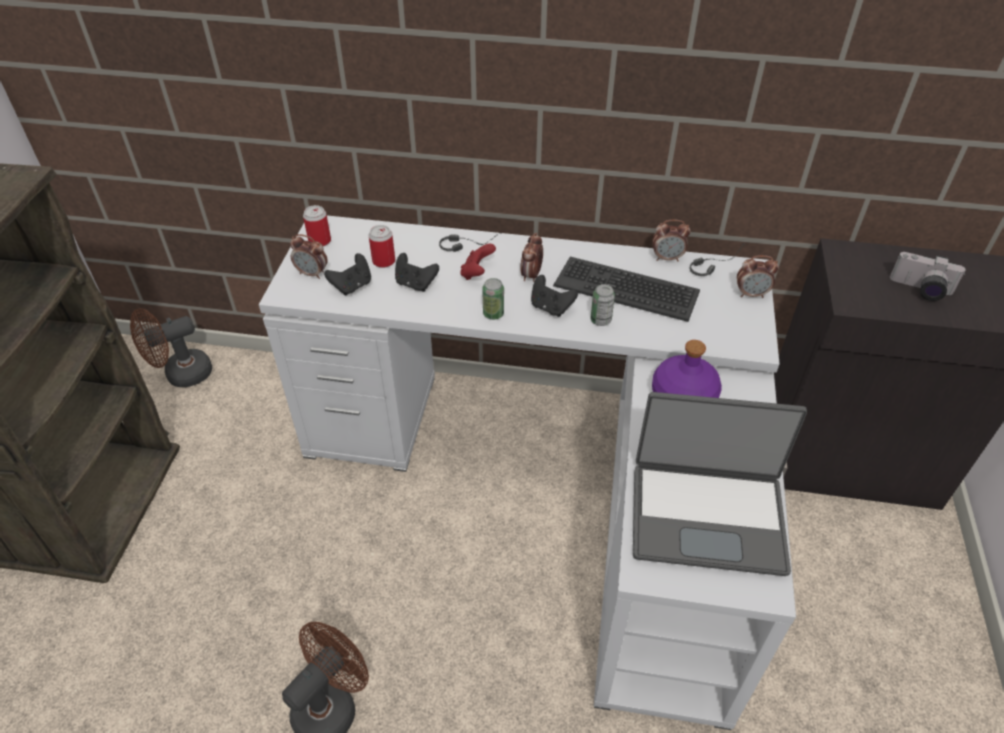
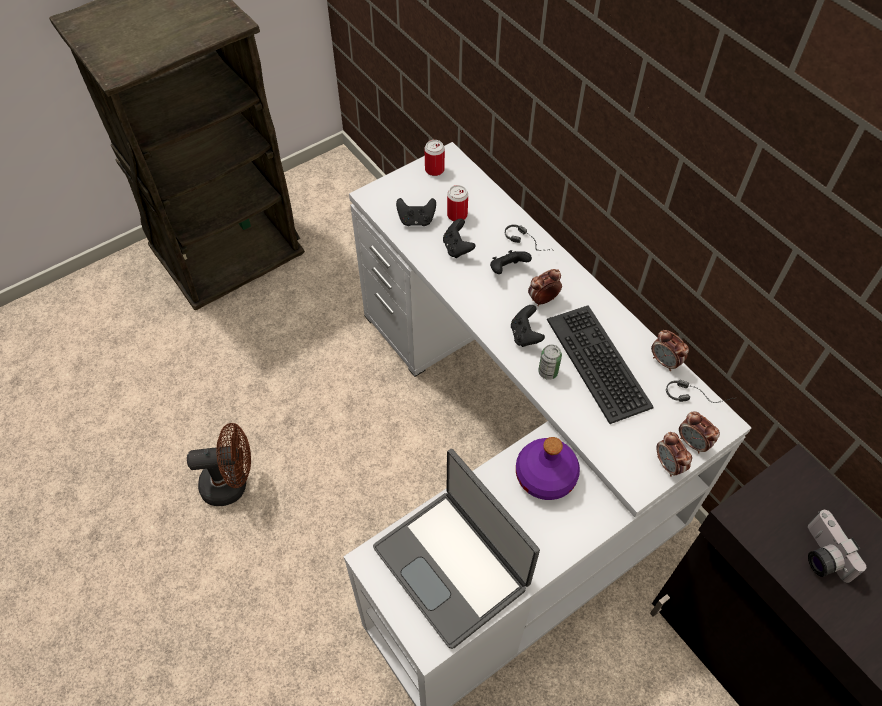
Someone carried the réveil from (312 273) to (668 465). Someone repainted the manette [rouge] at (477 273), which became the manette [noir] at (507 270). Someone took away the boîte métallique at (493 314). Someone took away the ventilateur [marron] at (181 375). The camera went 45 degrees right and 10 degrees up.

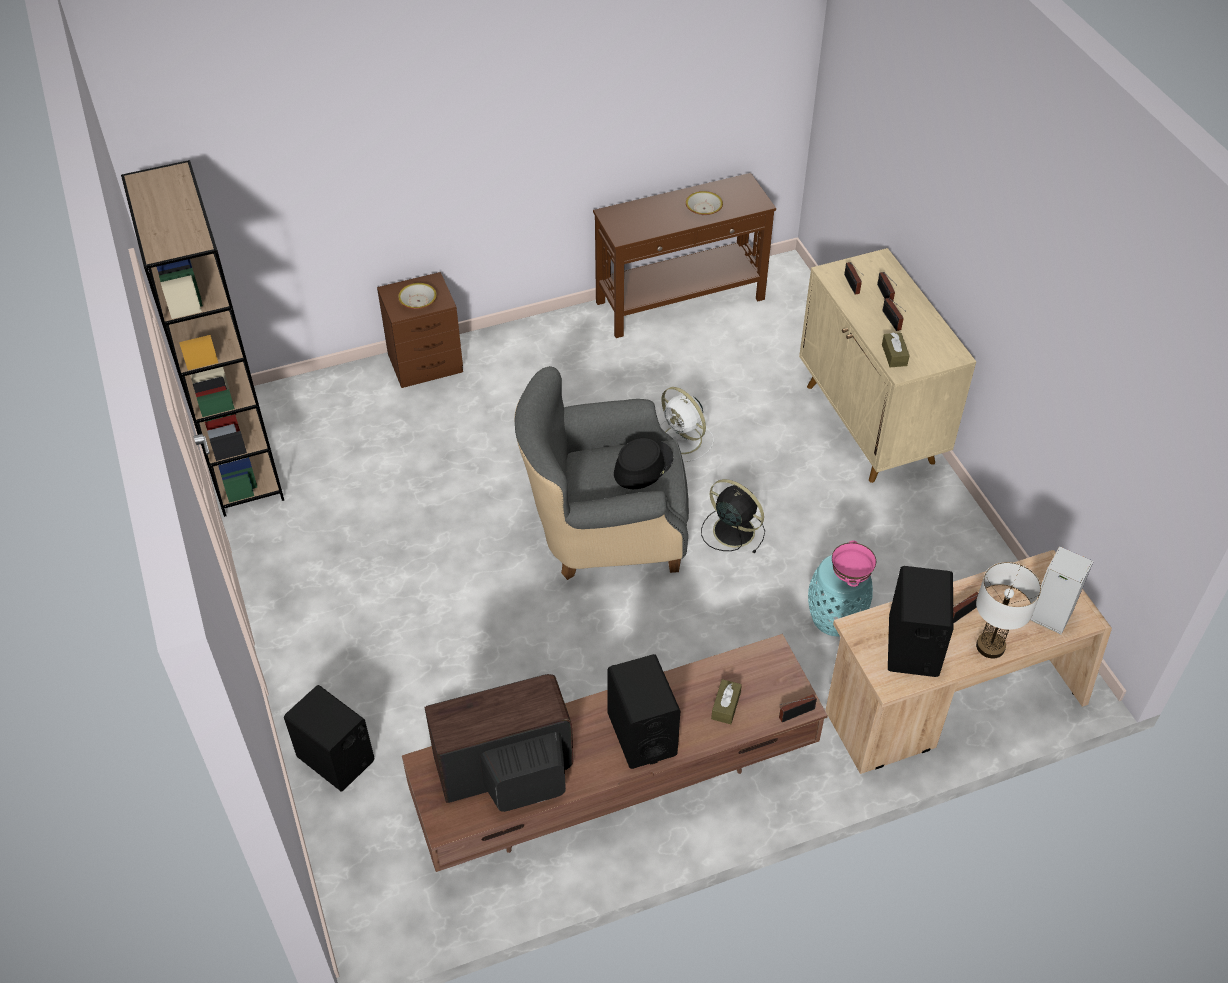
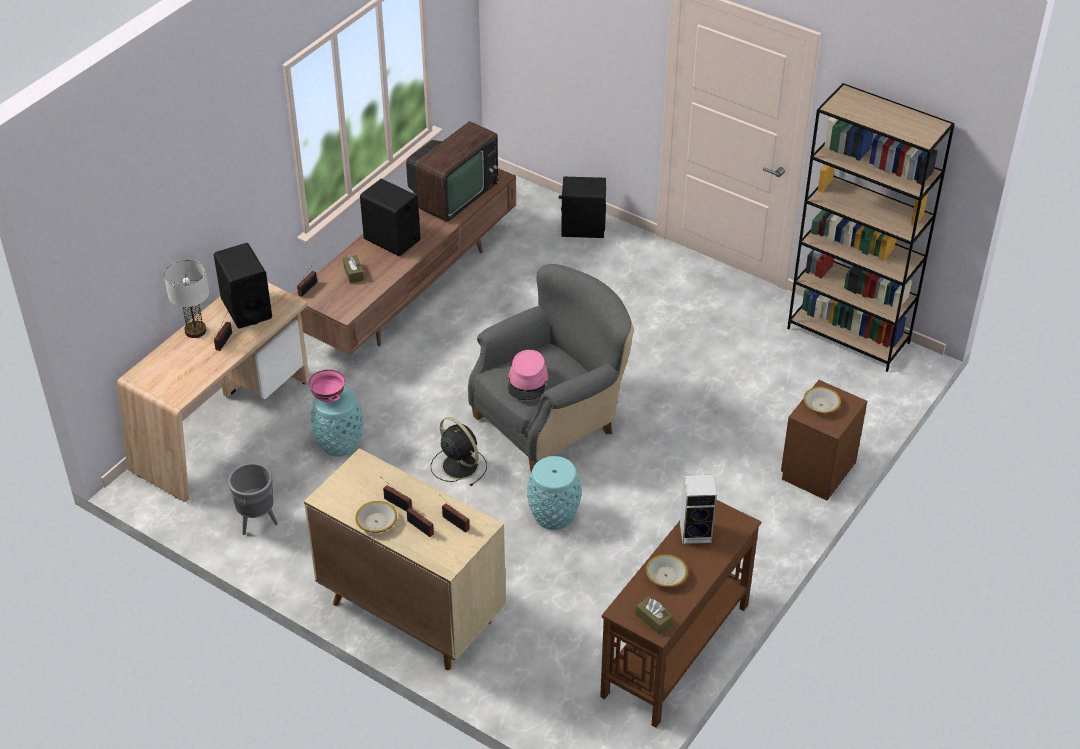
Someone carried the boîte à mouchoirs [marron] from (894 355) to (653 620). Someone swapped the ventilateur [blanc] at (683 440) for the tabouret [turquoise] at (553 515). Someone repainted the chapeau [noir] at (643 466), which became the chapeau [rose] at (528 381). Someone rotated the ventilateur [noir] at (732 530) by 135 degrees counterclockwise. Someone carried the enceinte from (1048 616) to (697 532). Someone put down the cache-pot [gris] at (257 523). Someone put down the bol at (376 522). The camera went 145 degrees right and 5 degrees down.

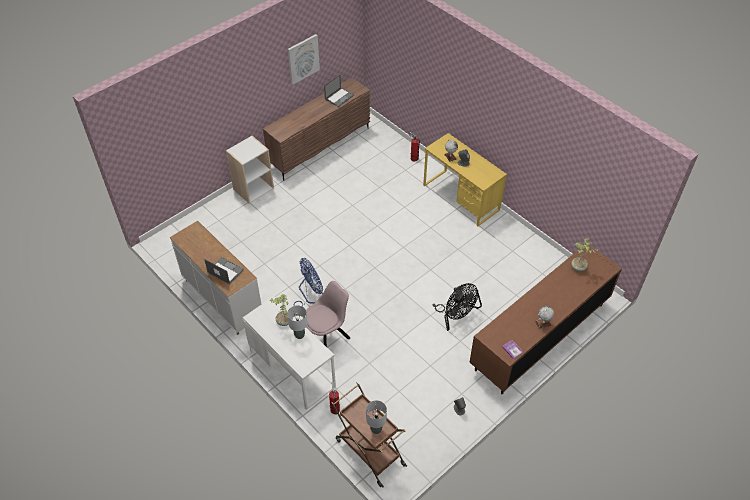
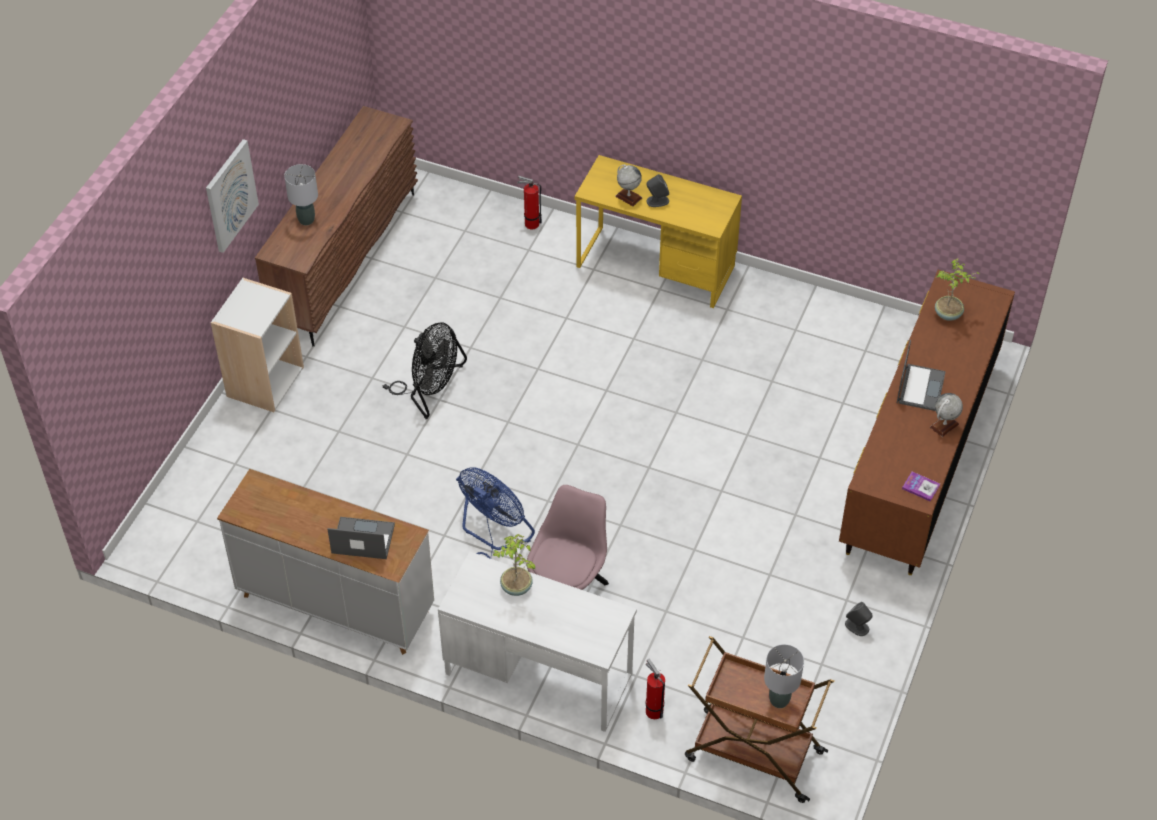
Someone carried the tableau from (303 59) to (230 195). Someone carried the ordinateur portable from (339 97) to (920 387). Someone carried the ventilateur [noir] from (455 314) to (429 389). Someone carried the lampe de table [gris] from (299 335) to (306 220). The camera went 25 degrees left and 0 degrees up.

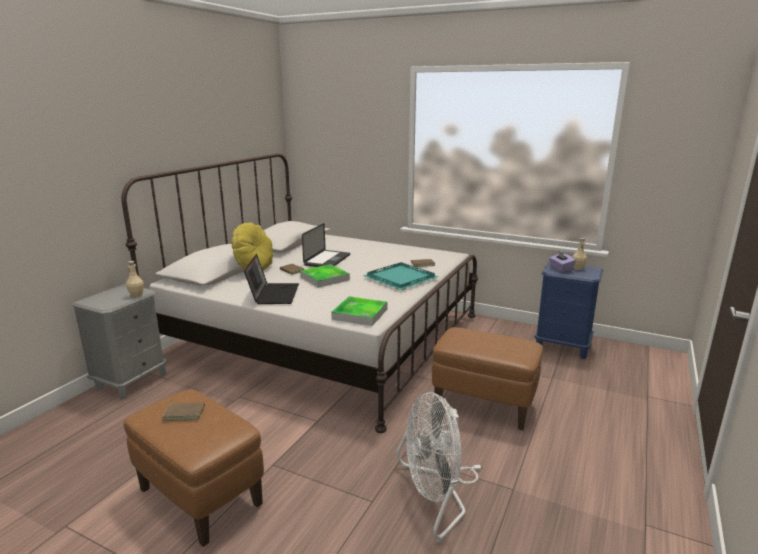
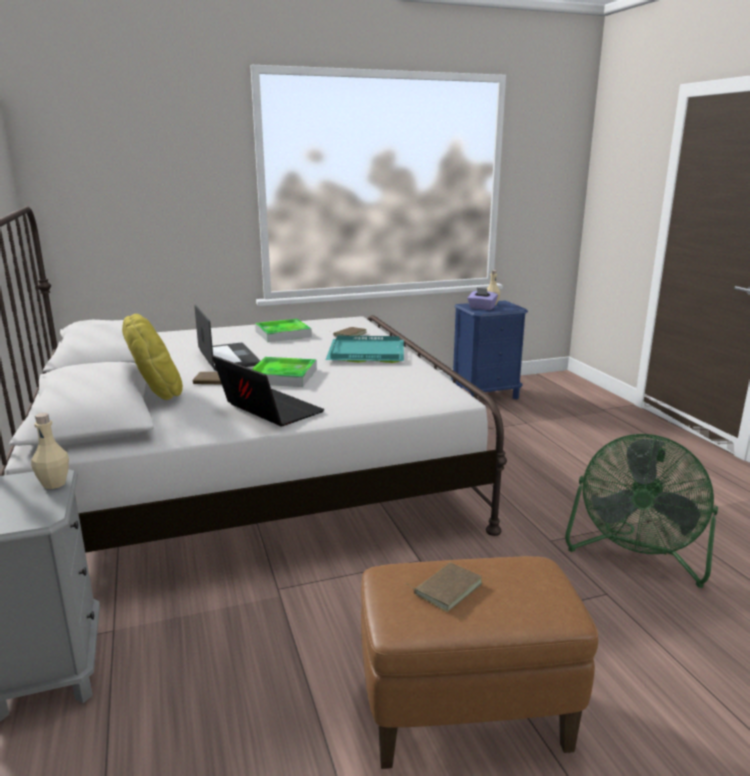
Someone carried the plateau from (360 314) to (283 334). Someone took away the pouf [marron] at (484 405). Someone repainted the ventilateur [blanc] at (438 494), which became the ventilateur [vert] at (632 553). The camera went 45 degrees left and 0 degrees up.

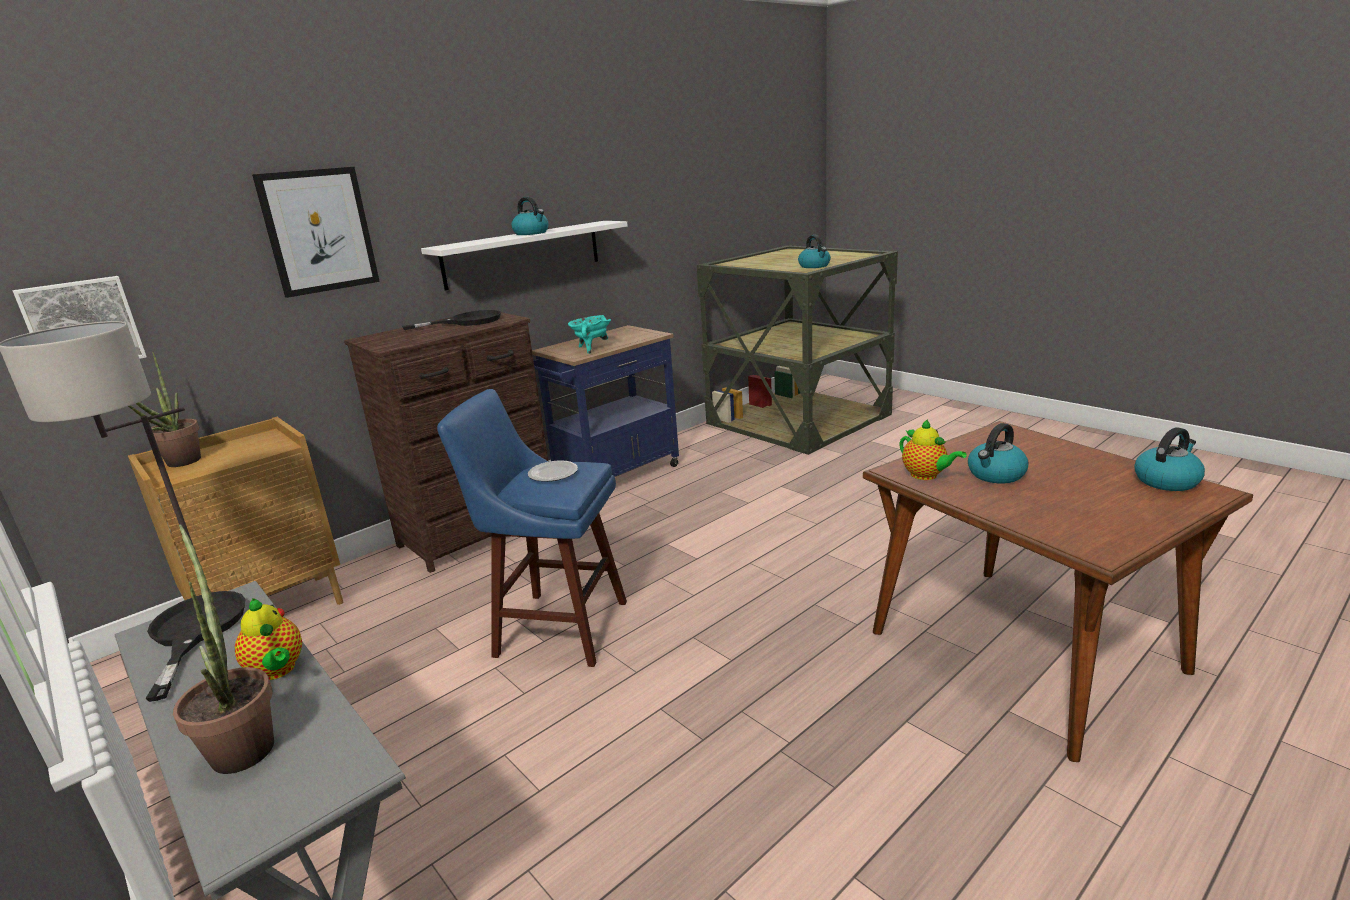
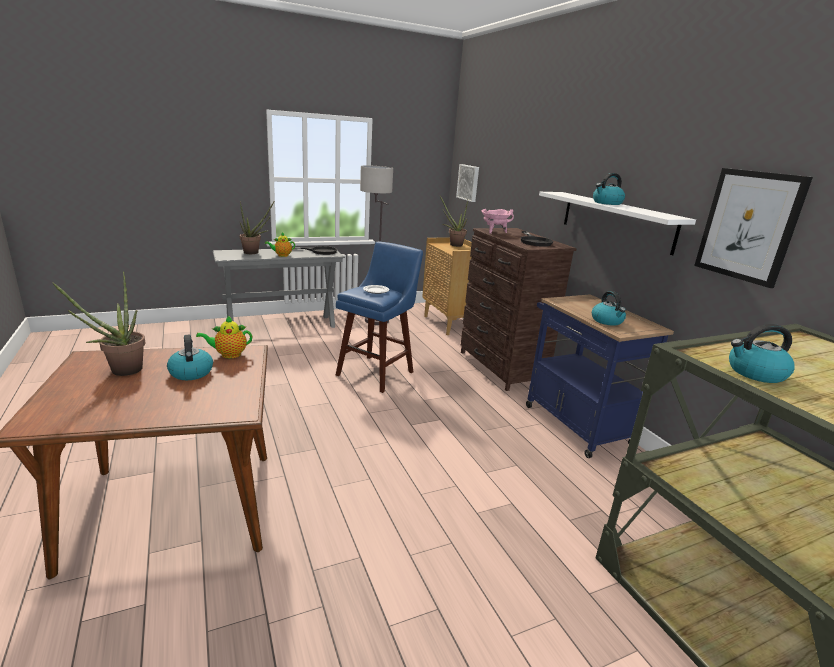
Someone carried the tableau from (318 231) to (748 226). Someone took away the marmite [turquoise] at (591 349). Someone carried the bouilloire from (1166 480) to (607 321). Someone put down the marmite [rose] at (494 232). Someone put down the plante en pot at (120 372). The camera went 105 degrees right and 0 degrees up.

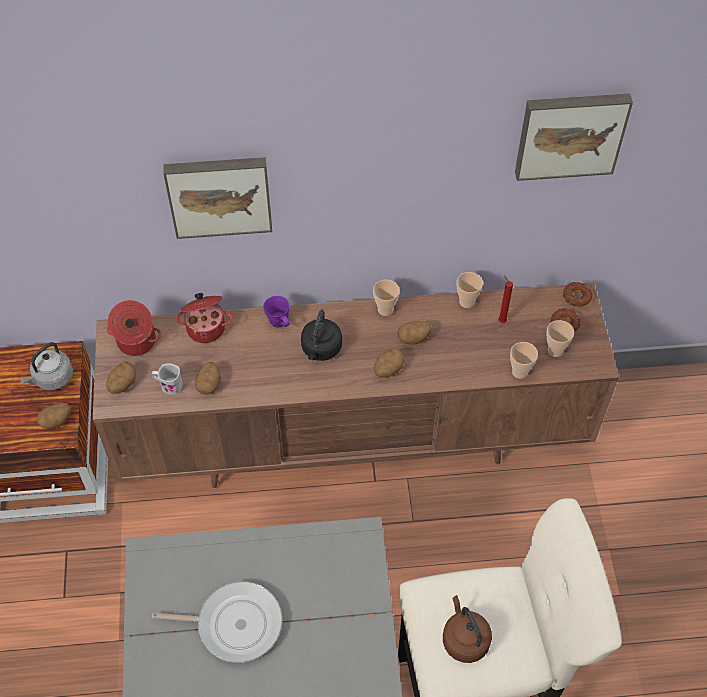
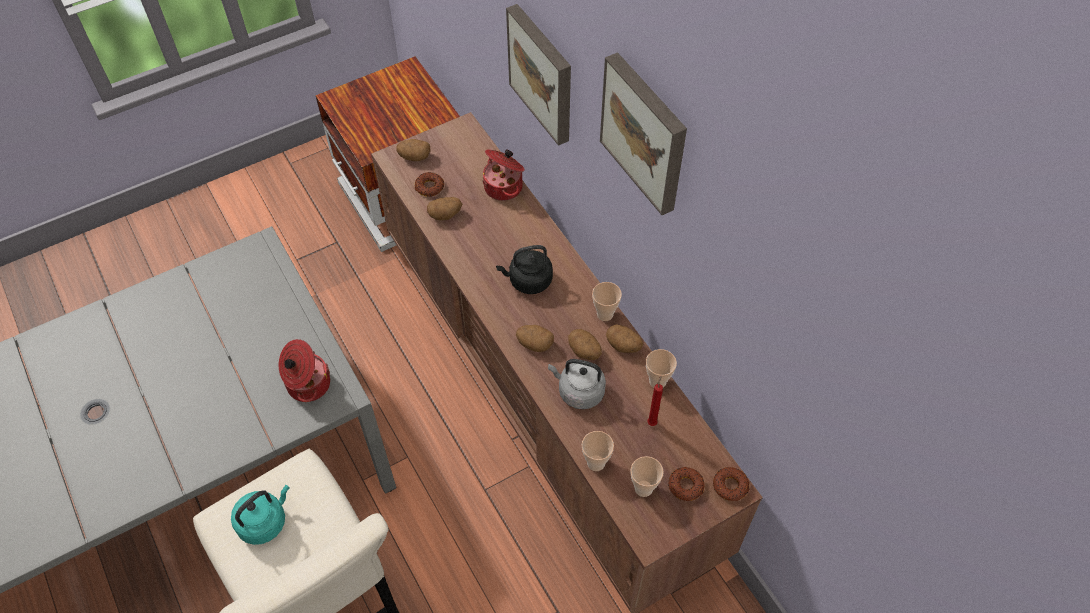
Someone carried the tableau from (570 134) to (646 132). Someone took away the mug [violet] at (279 321). Someone carried the marmite from (136 342) to (307 384). Someone carried the bouilloire [gris] from (52 378) to (578 392). Someone swapped the mug [blanc] at (168 385) for the beignet at (429 187). Someone carried the pomme de terre from (56 421) to (624 345). Someone took away the poêle at (234 624). Someone repainted the bouilloire [marron] at (464 639), which became the bouilloire [turquoise] at (264 521). The camera went 65 degrees right and 0 degrees up.

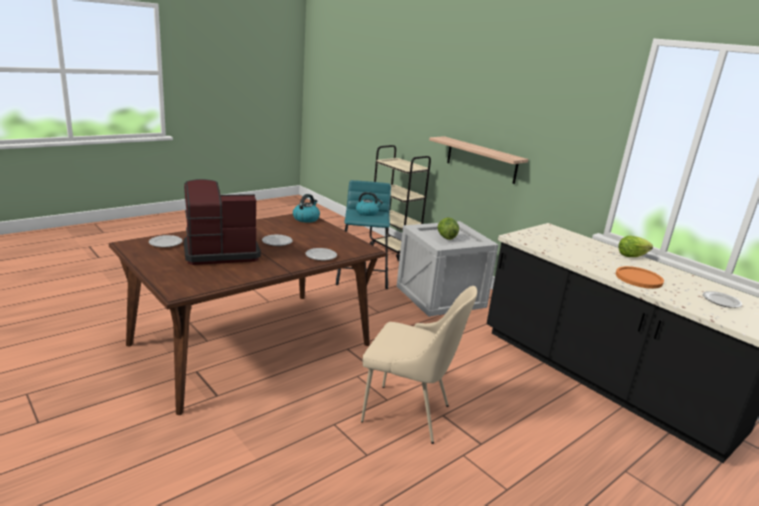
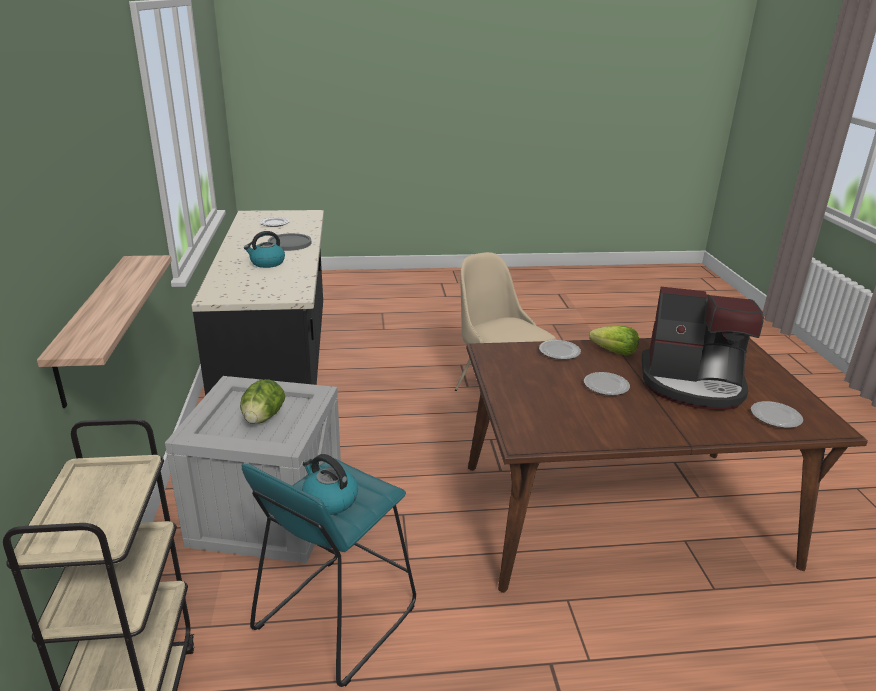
Someone carried the bouilloire from (306 218) to (267 263). Someone carried the laitue from (631 256) to (614 352). Someone repainted the assiette [orange] at (638 278), which became the assiette [gris] at (289 243). The camera went 145 degrees left and 5 degrees up.

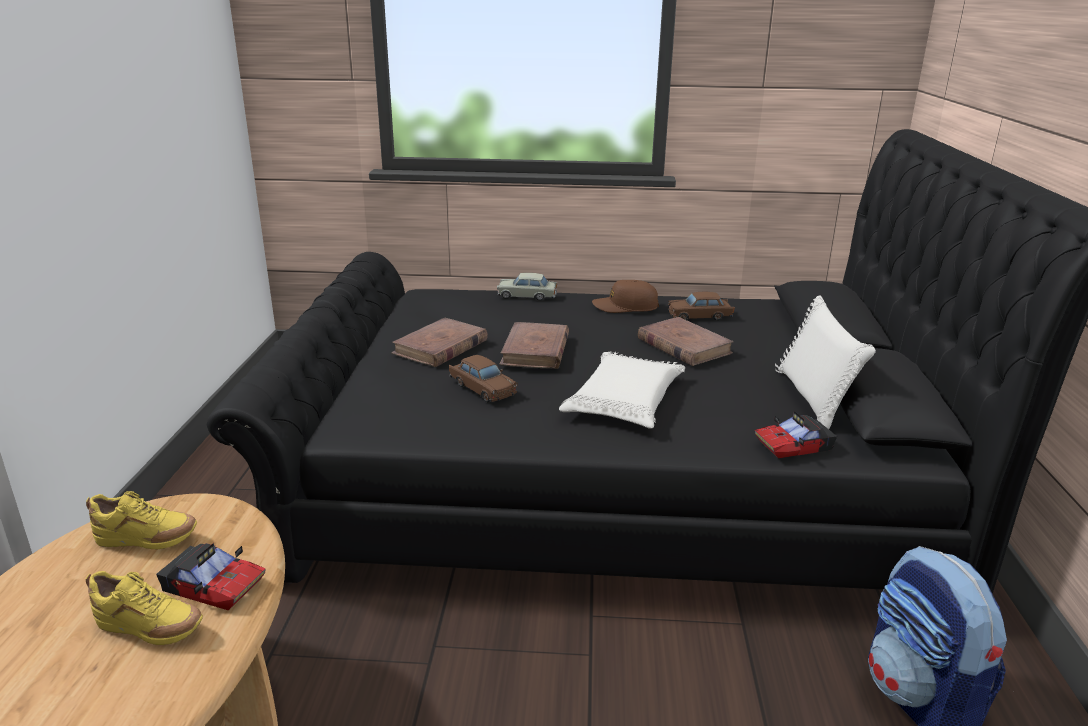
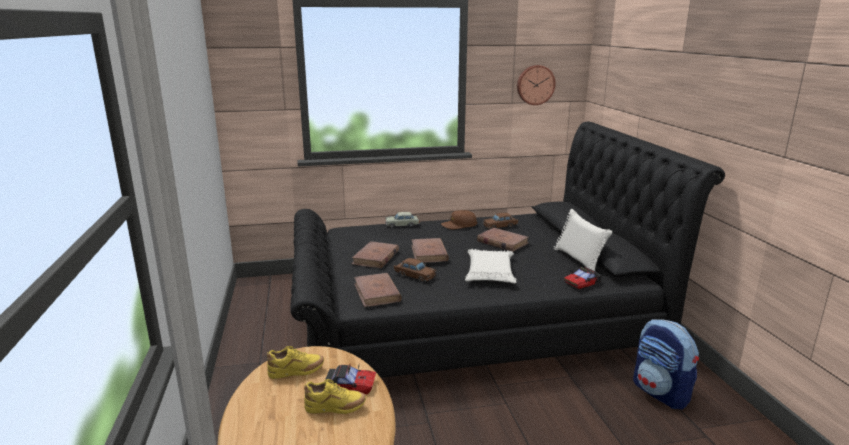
Someone put up the horloge murale at (535 85). Someone put down the livre [marron] at (377 293). The camera went 15 degrees left and 5 degrees down.

